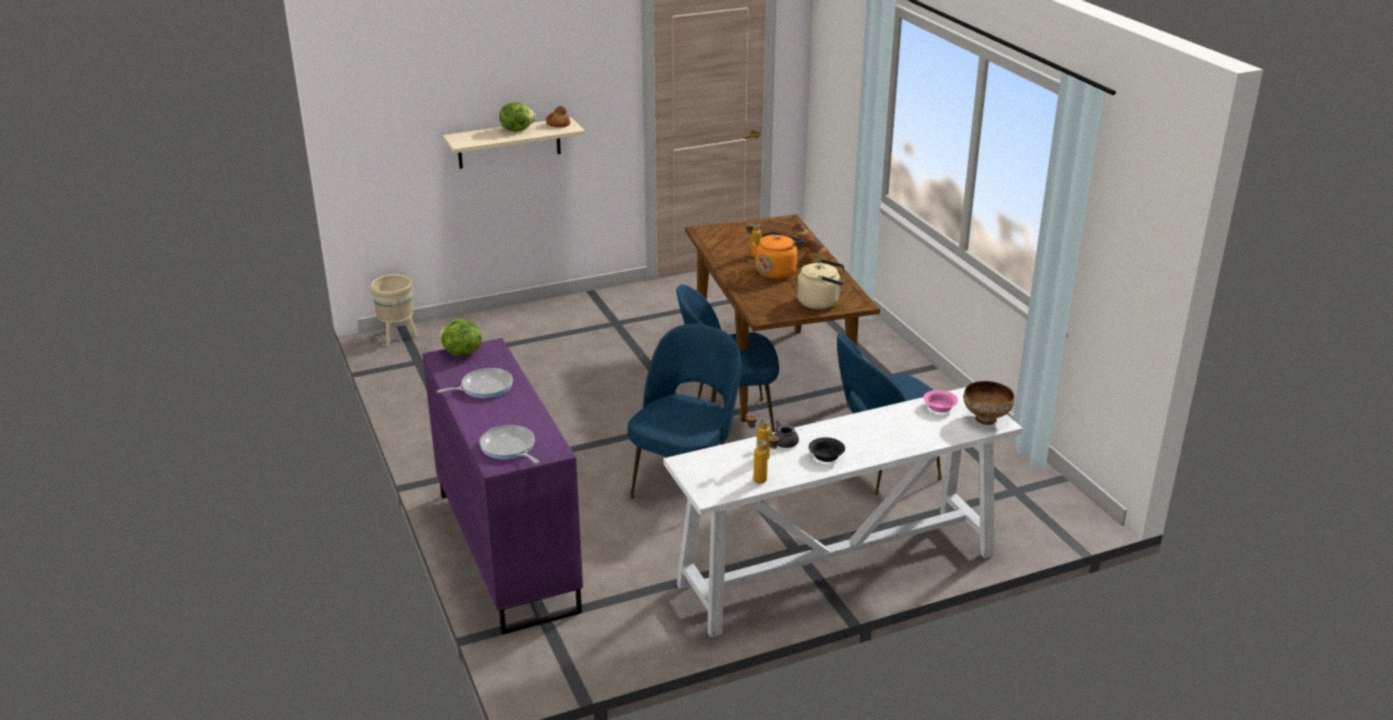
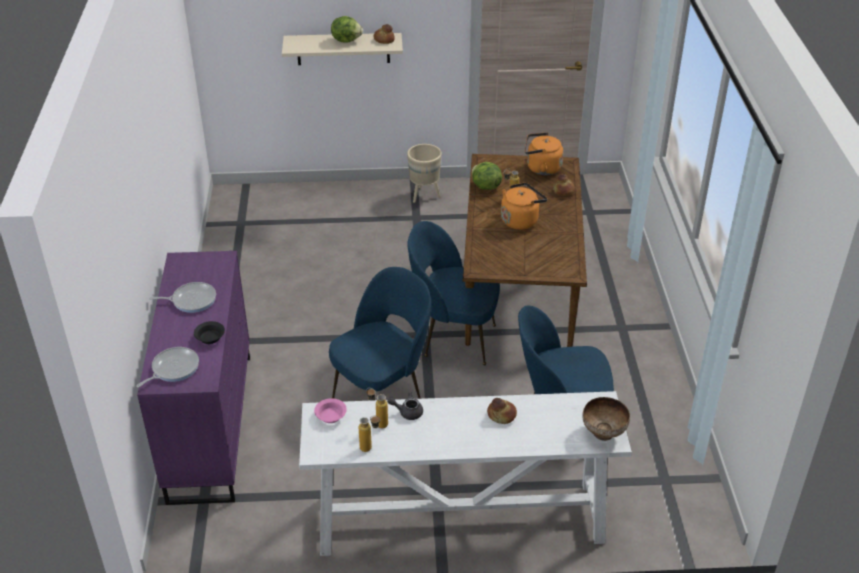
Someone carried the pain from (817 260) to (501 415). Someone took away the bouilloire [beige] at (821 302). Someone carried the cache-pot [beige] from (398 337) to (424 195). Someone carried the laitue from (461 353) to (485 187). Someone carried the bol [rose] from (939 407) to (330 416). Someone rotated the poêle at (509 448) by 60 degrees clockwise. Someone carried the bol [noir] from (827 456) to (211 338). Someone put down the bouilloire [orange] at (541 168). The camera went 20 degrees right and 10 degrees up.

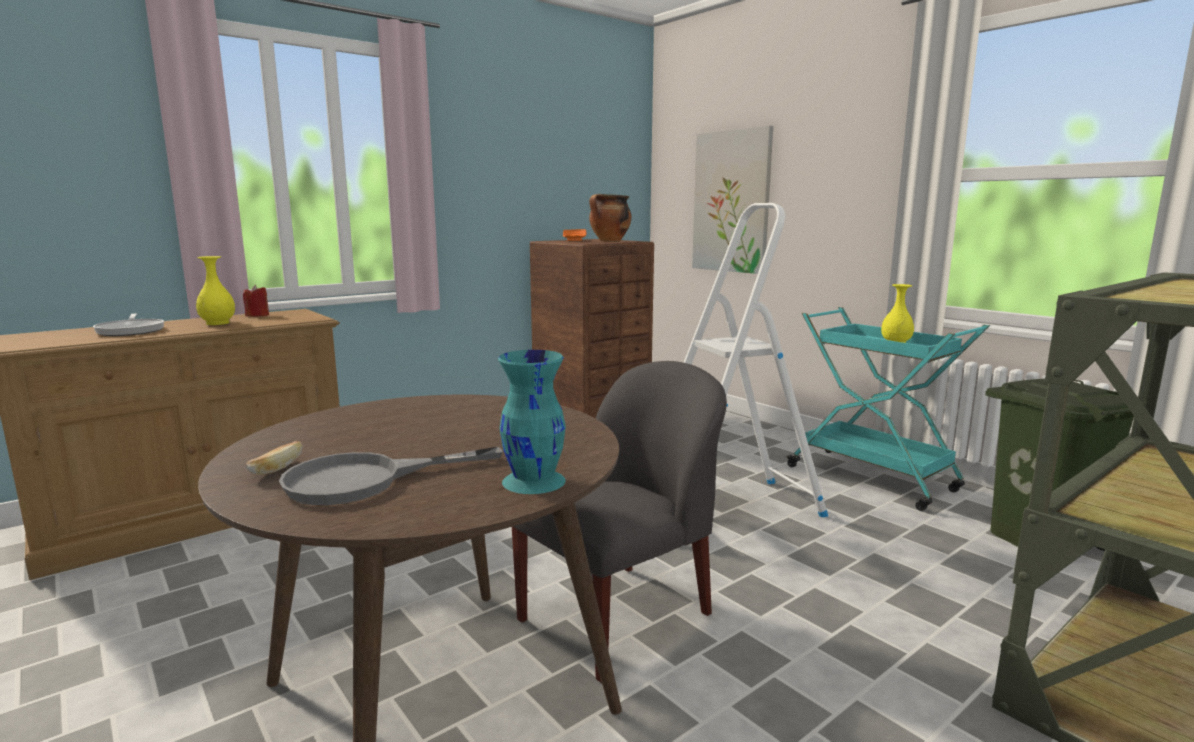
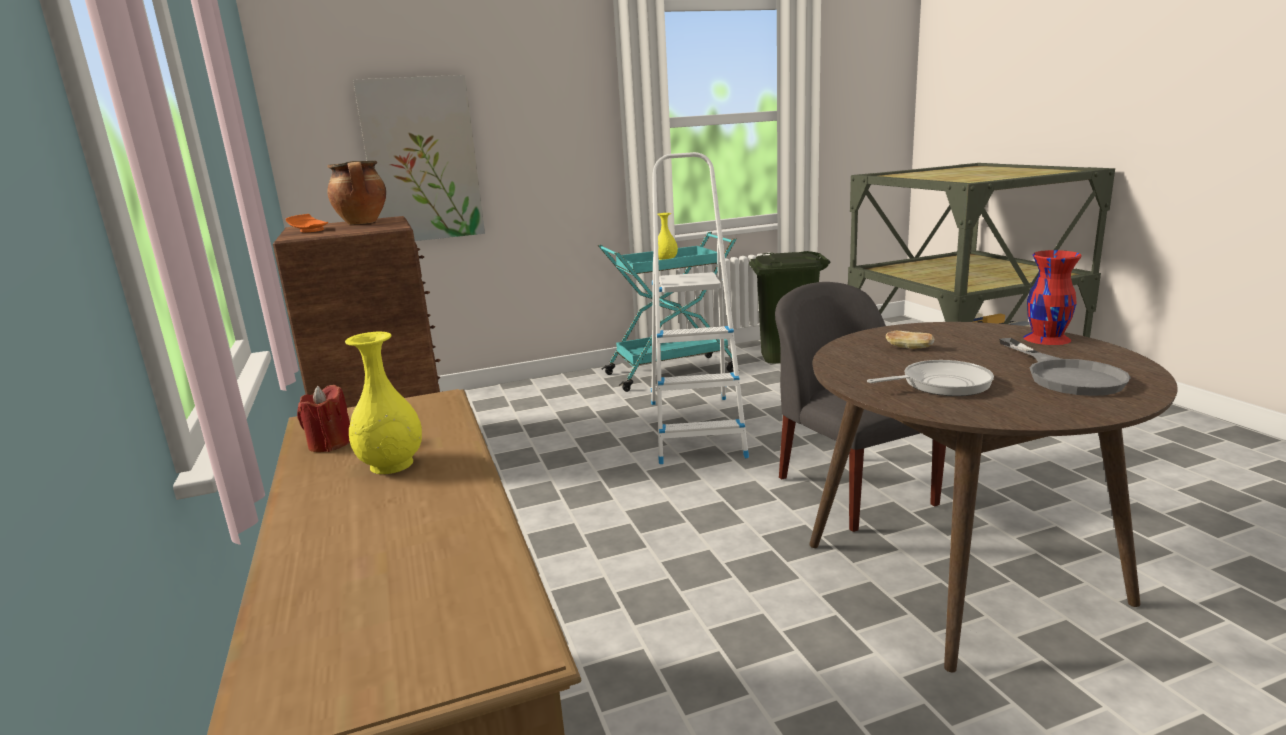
Someone carried the poêle from (131 330) to (941 384). Someone repainted the vase [turquoise] at (535 481), which became the vase [rouge] at (1046 338). Someone carried the pain from (276 470) to (909 348). The camera went 70 degrees left and 5 degrees up.

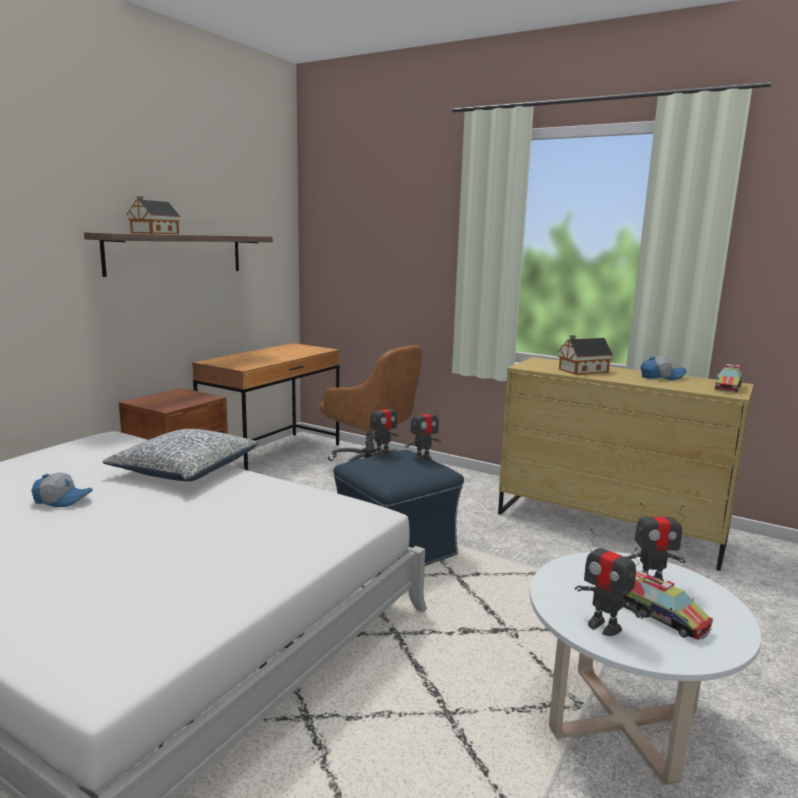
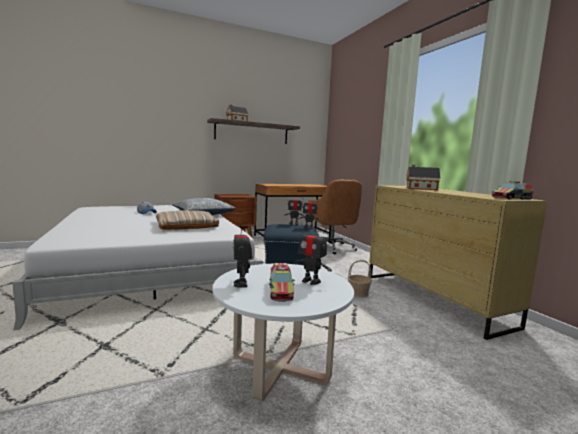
Someone took away the casquette at (661 377). Someone put down the coussin [beige] at (186 225). Someone put down the panier at (358 293). The camera went 35 degrees right and 5 degrees down.

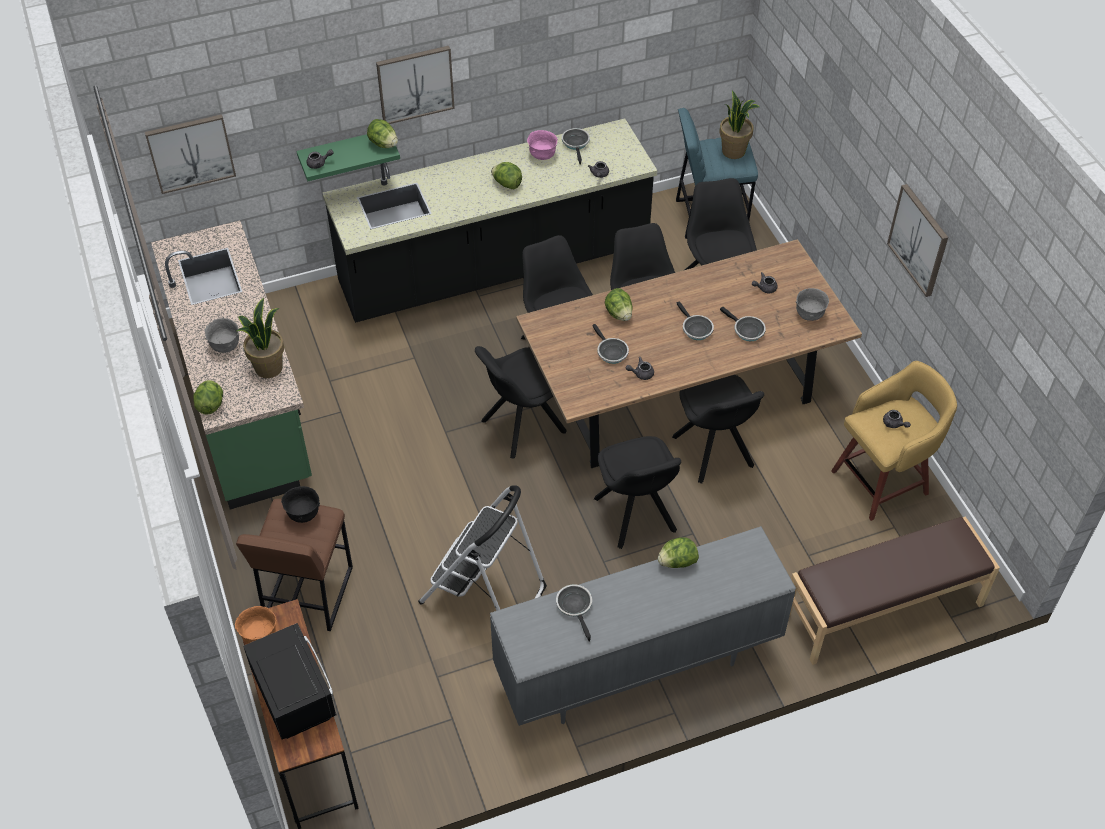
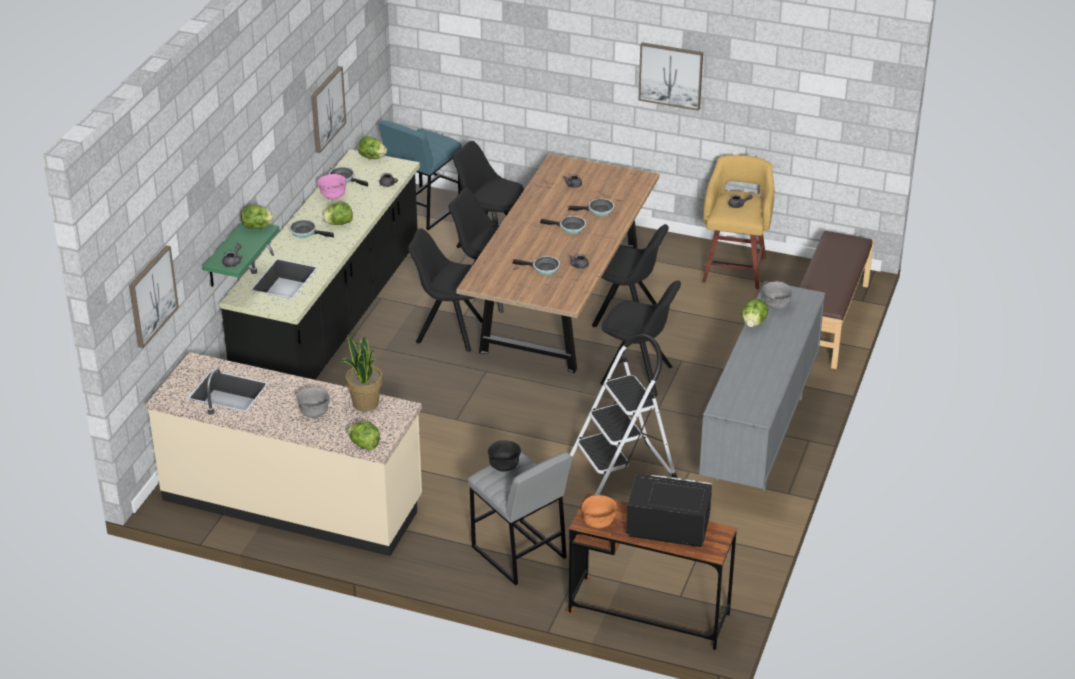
Someone carried the tableau from (415 84) to (326 109). Someone took away the plante en pot at (734 151). Someone repainted the comptoir de cuisine [vert] at (245 402), which became the comptoir de cuisine [beige] at (293 500). Someone carried the laitue from (619 314) to (372 157). Someone carried the bol [gris] from (809 315) to (776 306). Someone took away the chaise [noir] at (522 426). Someone repainted the tabouret [marron] at (307 595), which became the tabouret [gris] at (520 553). Someone carried the poêle from (575 607) to (305 232). The camera went 50 degrees left and 15 degrees down.

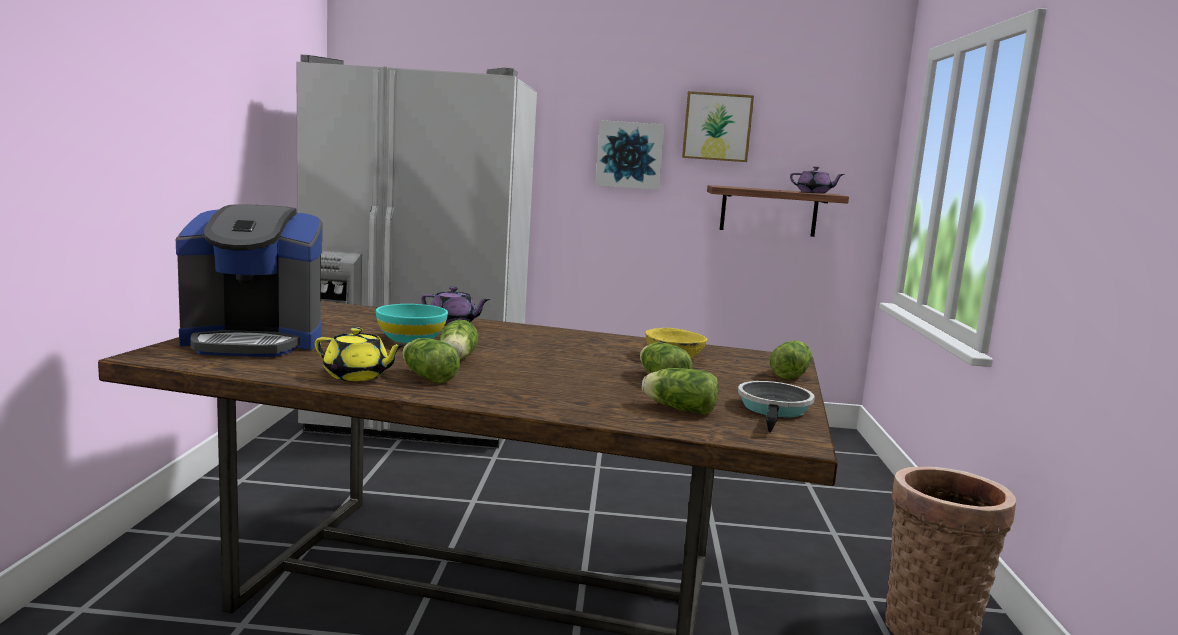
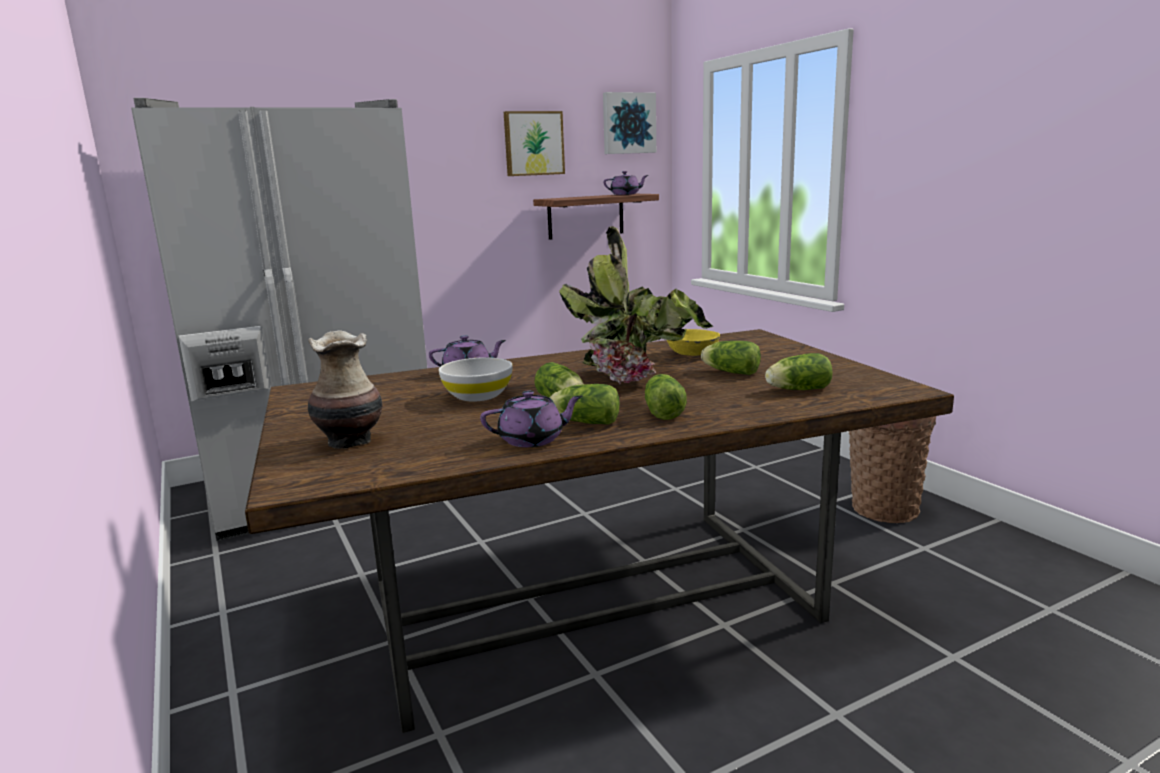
Someone carried the tableau from (629 155) to (628 123). Someone swapped the machine à café at (254 342) for the vase at (350 441). Someone repainted the bol [turquoise] at (411 339), which became the bol [blanc] at (478 396). Someone repainted the théière [jaune] at (357 376), which became the théière [violet] at (532 440). Someone carried the laitue from (791 374) to (663 411). Someone took away the poêle at (774 410). Someone put down the plante en pot at (640 379). The camera went 30 degrees left and 5 degrees up.

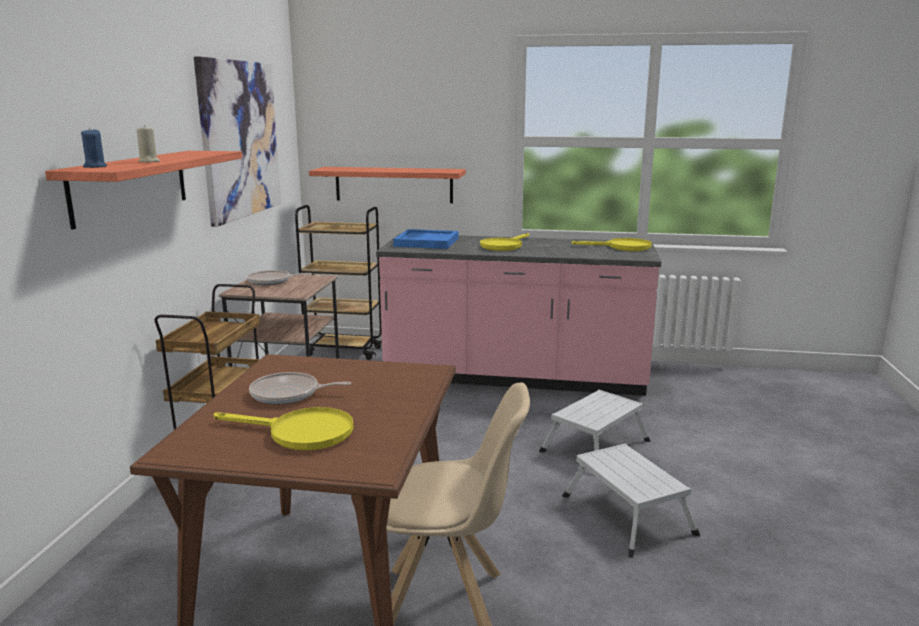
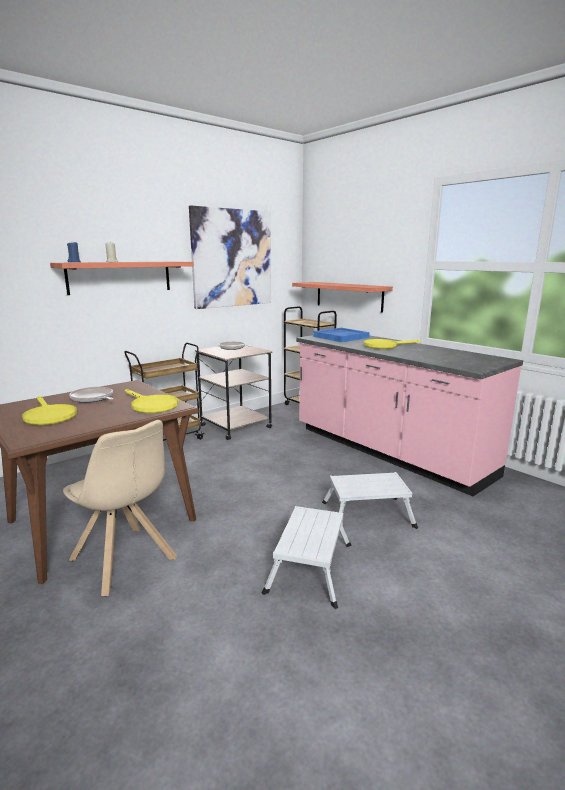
Someone carried the poêle [jaune] from (622 247) to (151 405). The camera went 40 degrees right and 0 degrees up.

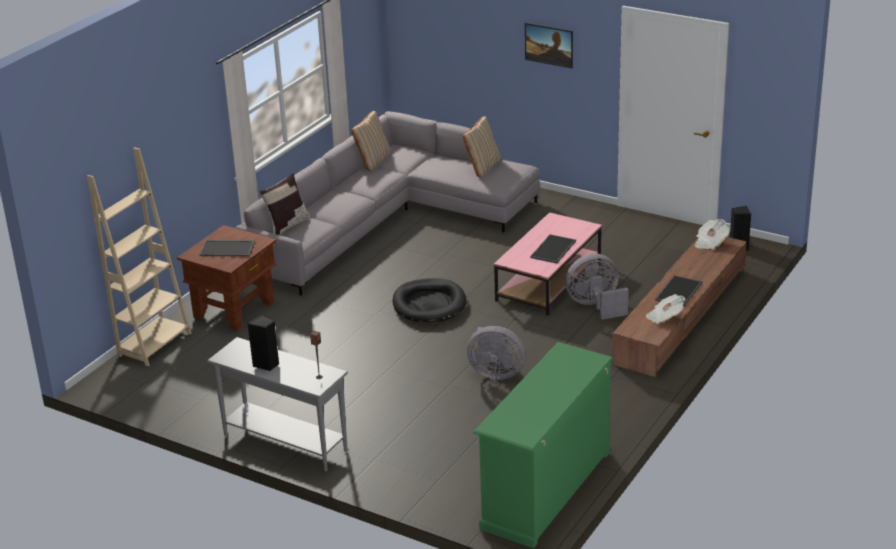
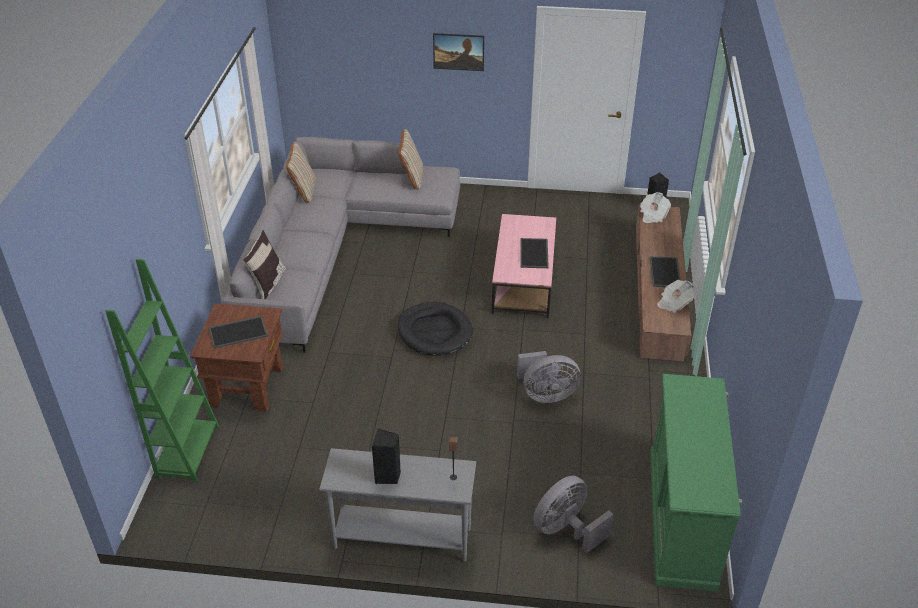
Someone repainted the bibliothèque [beige] at (154 344), which became the bibliothèque [vert] at (187 452). Someone carried the ventilateur [gris] from (596 306) to (566 529). The camera went 25 degrees left and 10 degrees up.

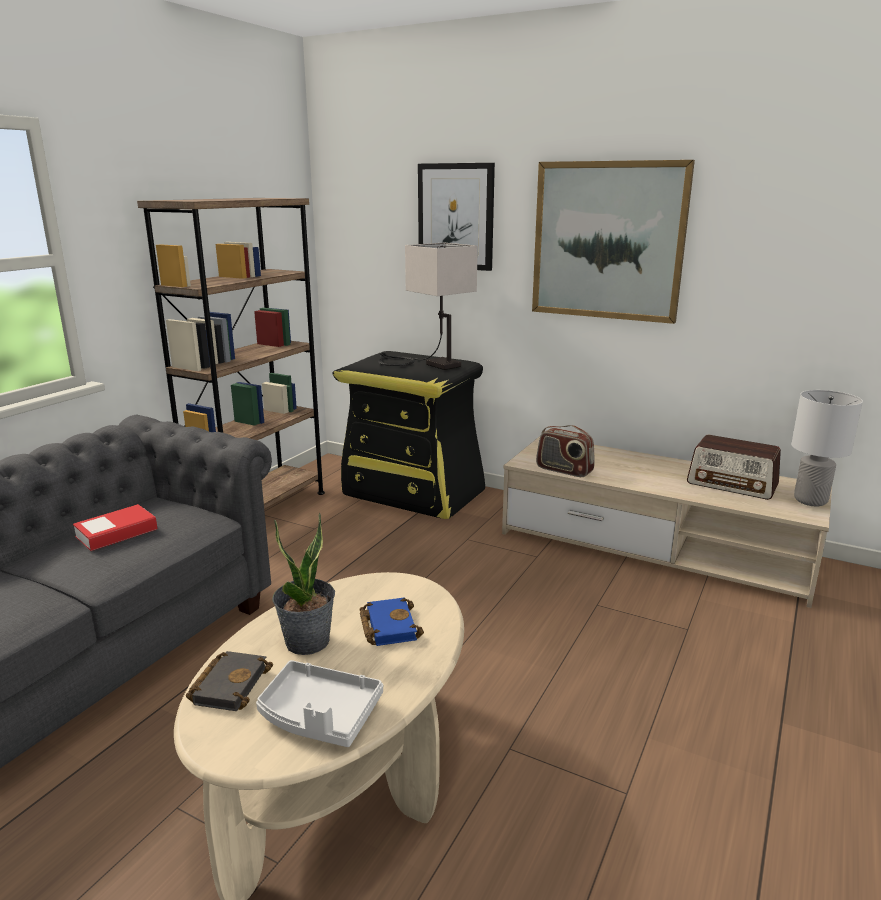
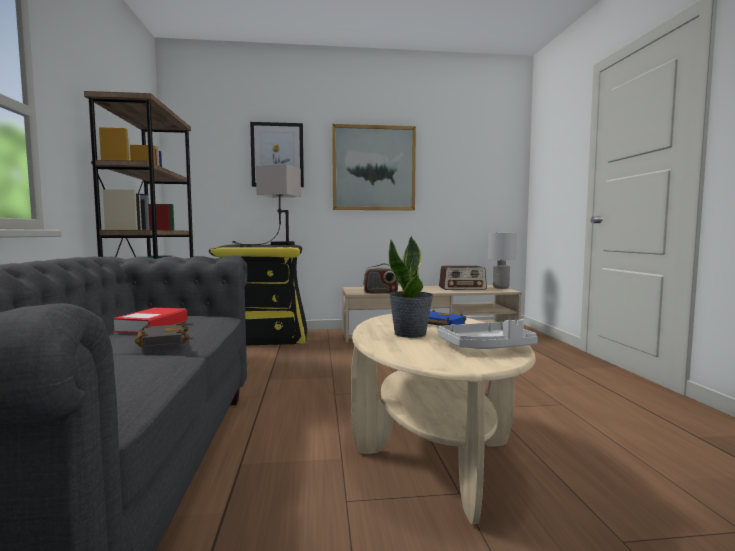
Someone carried the livre [noir] from (229 684) to (161 340). The camera went 35 degrees left and 15 degrees down.

